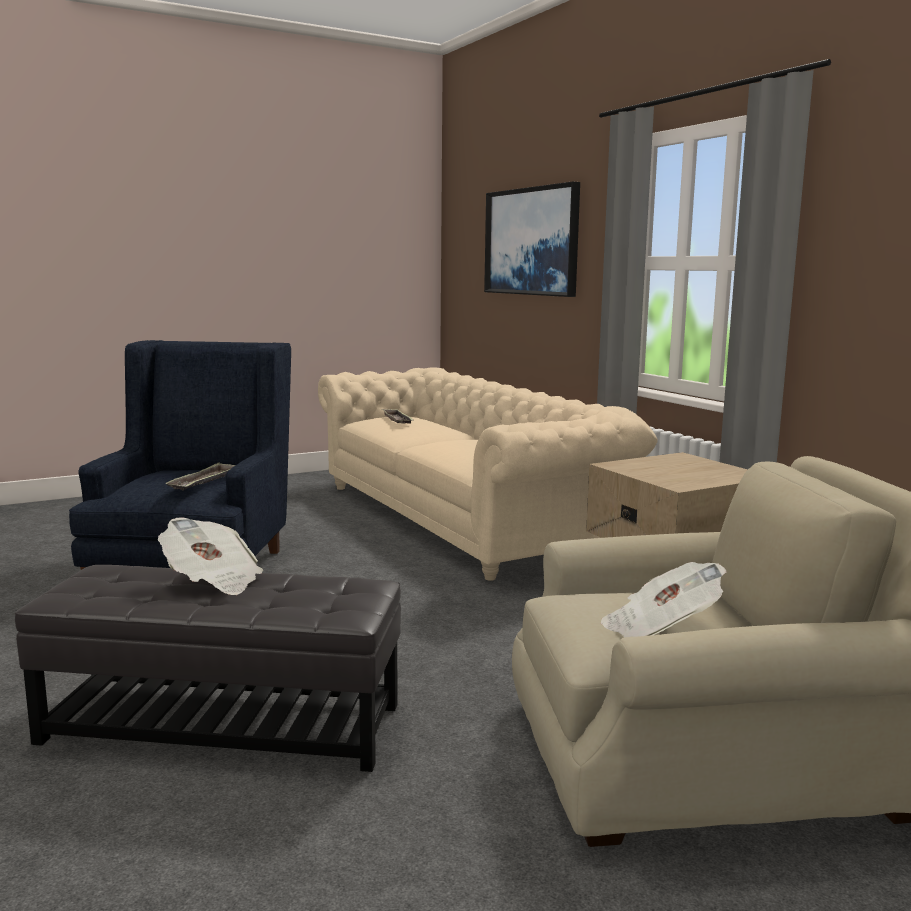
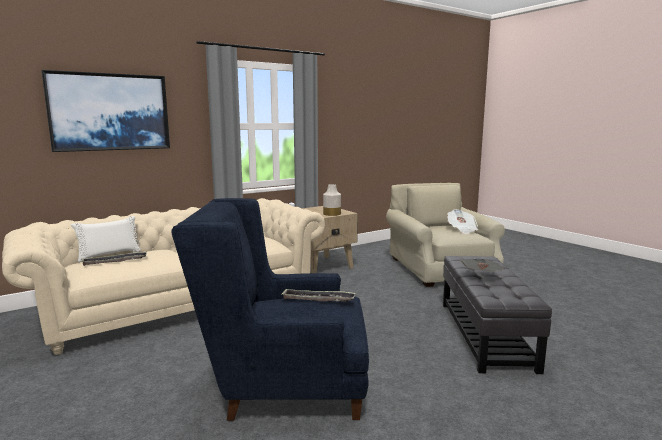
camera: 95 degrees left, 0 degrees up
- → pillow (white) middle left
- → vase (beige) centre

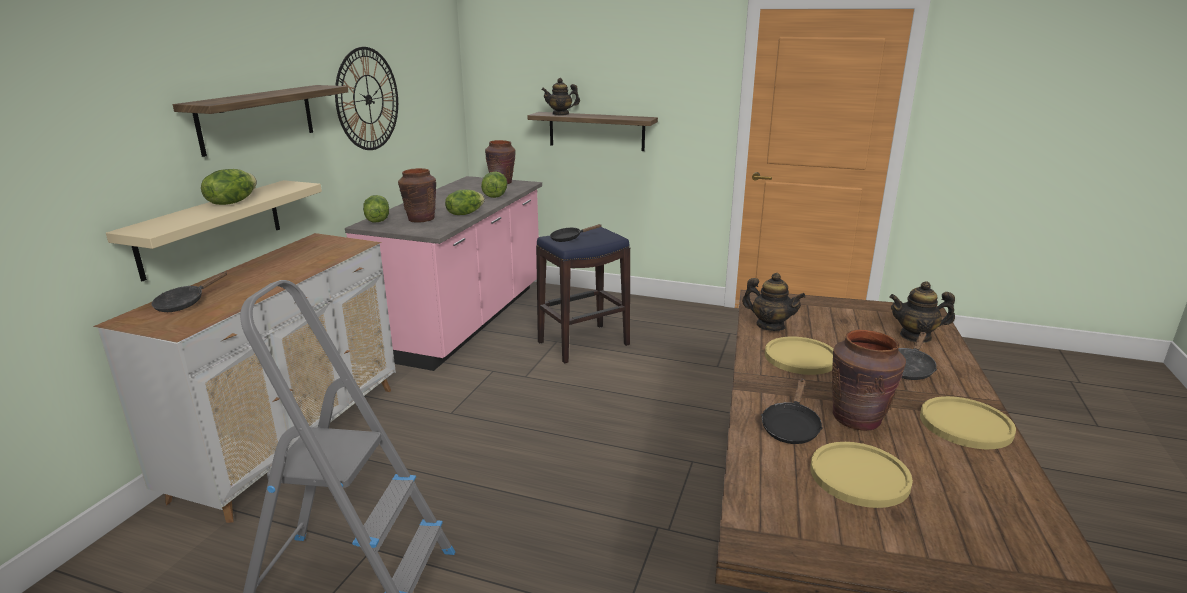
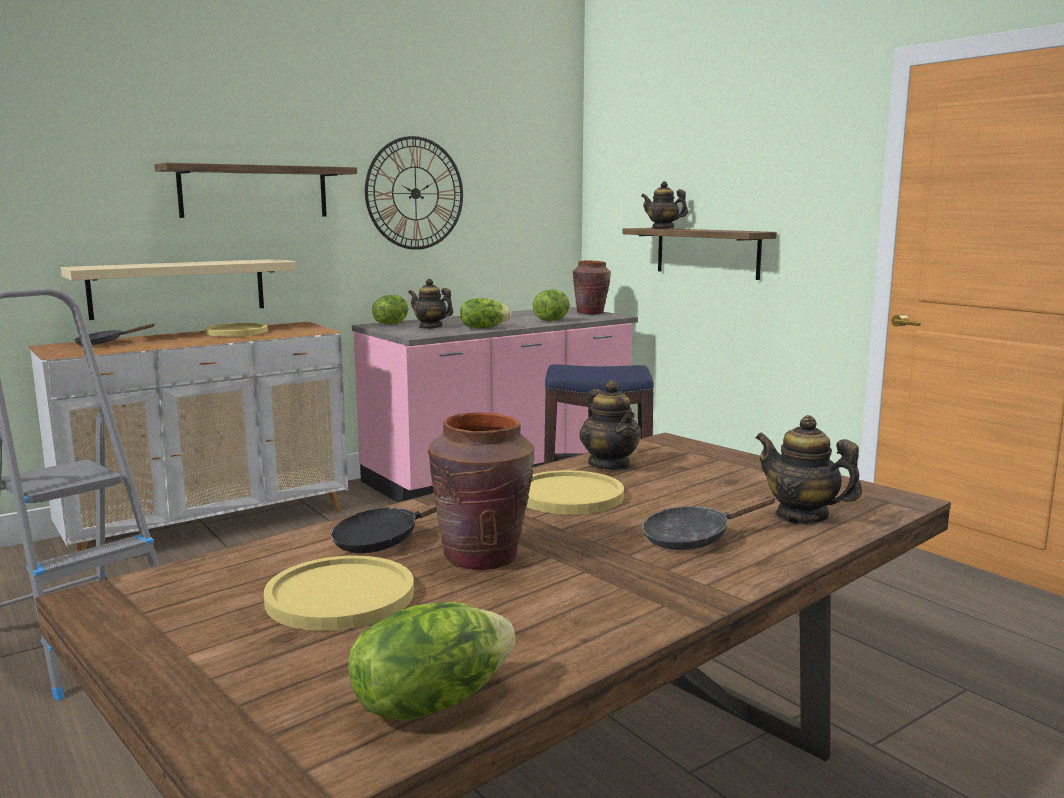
camera: 35 degrees right, 10 degrees down
frying pan (black) (2nd from left) centre → -
lettuce (1st from left in the first image) top left → lettuce (2nd from left) bottom centre, moved
plate (yellow) (3rd from left in the first image) bottom right → plate (yellow) (1st from left) middle left, moved
vase (brown) (1st from left) top centre → teapot (1st from left) centre

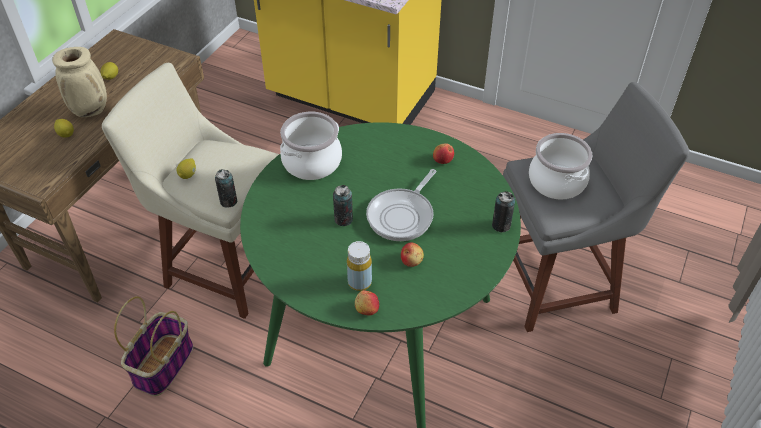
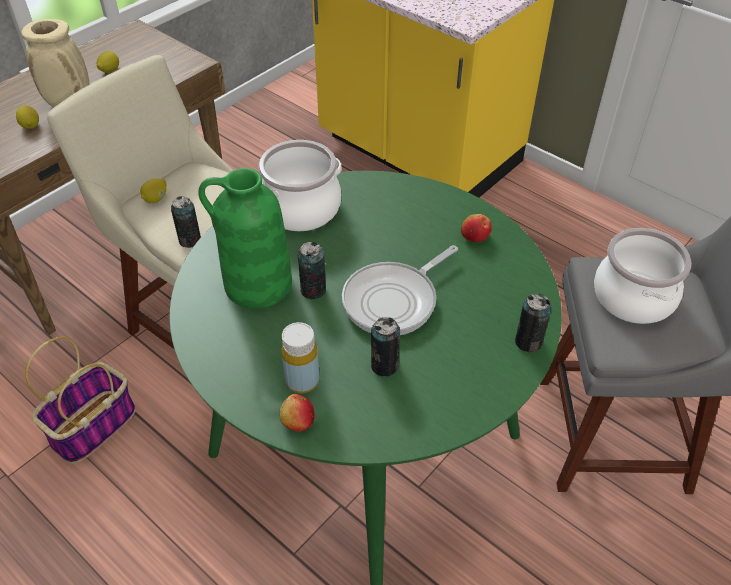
camera: 15 degrees right, 0 degrees up
- → vase (green) centre
apple (2nd from left) centre → can (3rd from left) centre

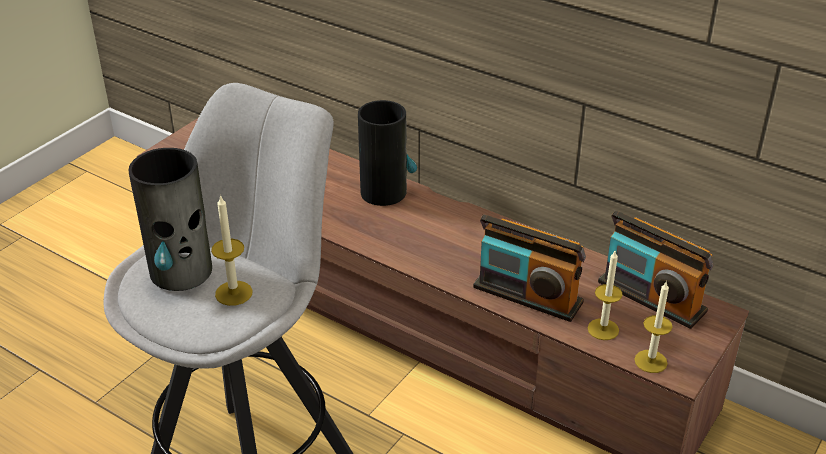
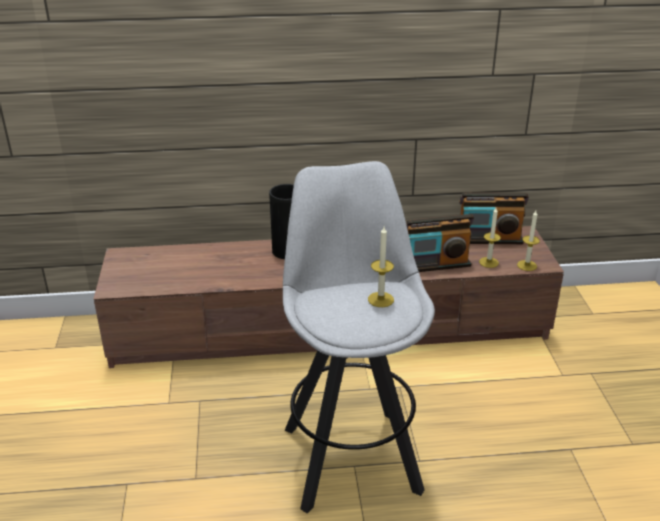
camera: 40 degrees left, 5 degrees down
vase (1st from left) middle left → -

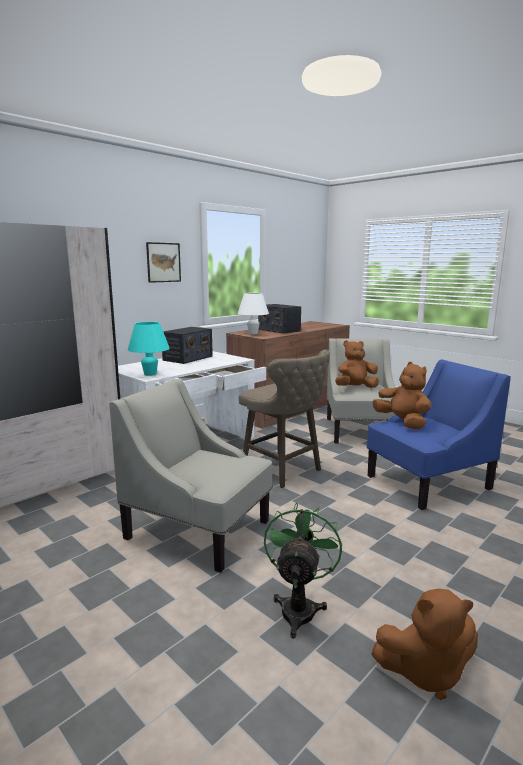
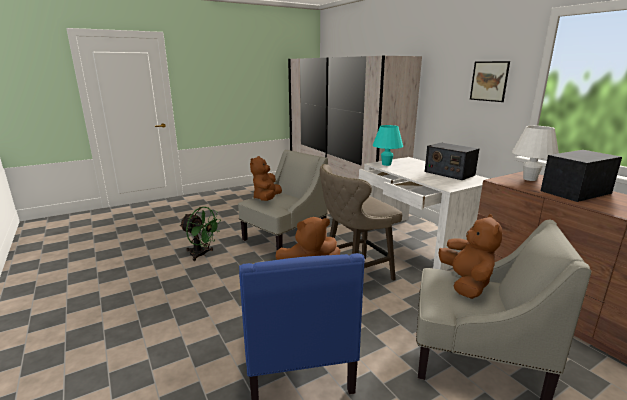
camera: 105 degrees right, 5 degrees up
plush toy (brown) (3rd from left in the first image) bottom right → plush toy (brown) (1st from left) centre, moved

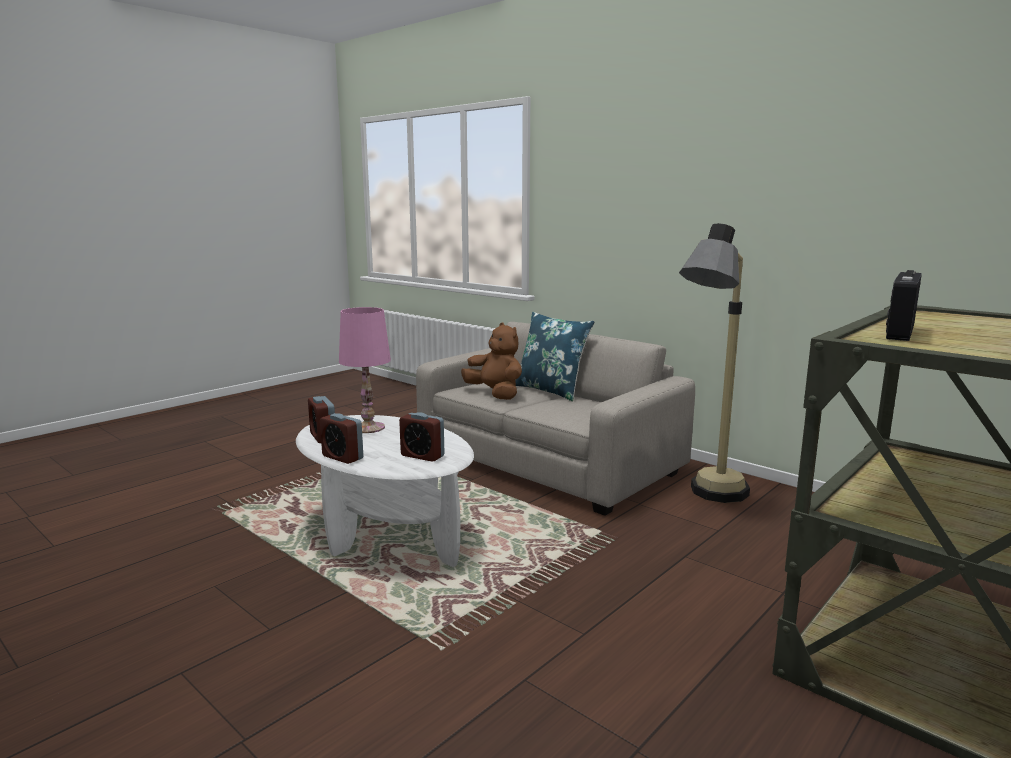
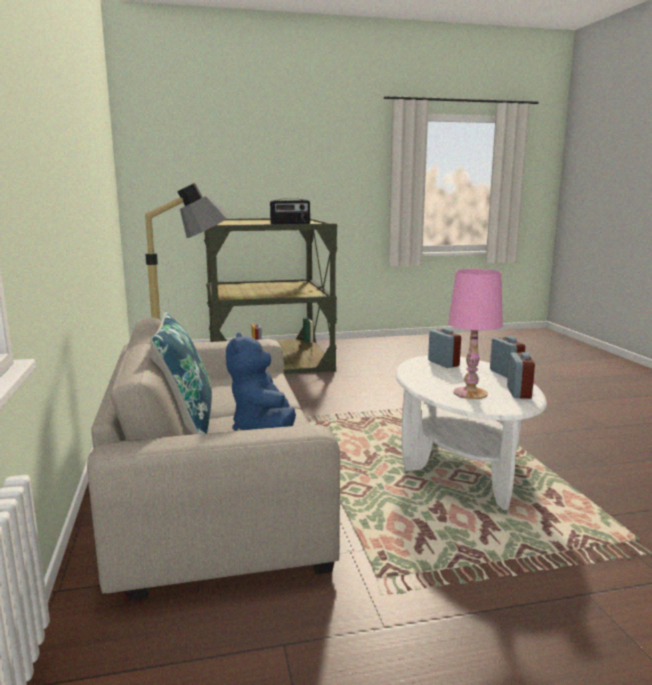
camera: 145 degrees left, 0 degrees up
plush toy (brown) centre → plush toy (blue) centre

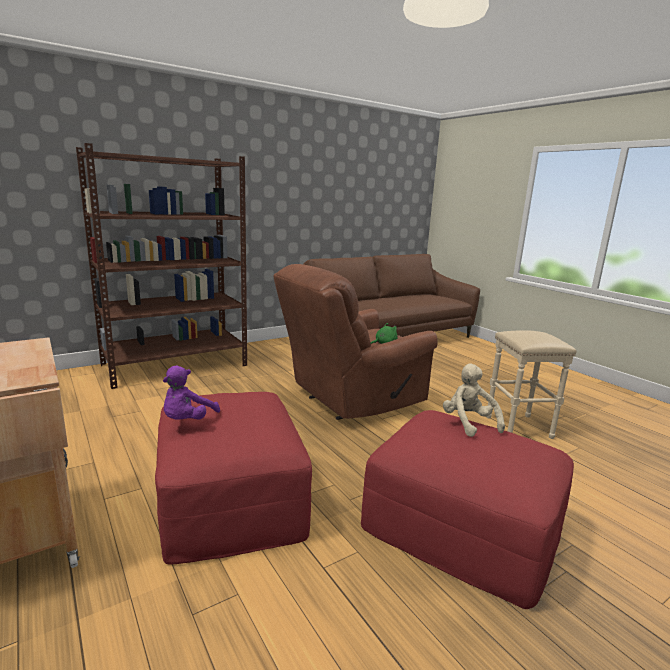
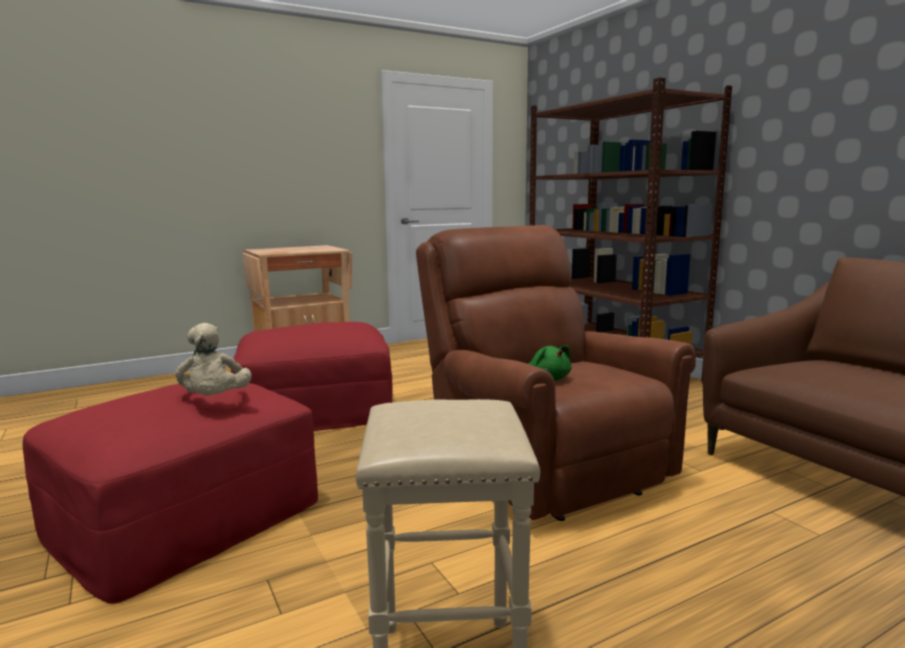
camera: 95 degrees right, 5 degrees down
plush toy (purple) middle left → -
plush toy (beige) middle right → plush toy (beige) middle left, 90 degrees clockwise

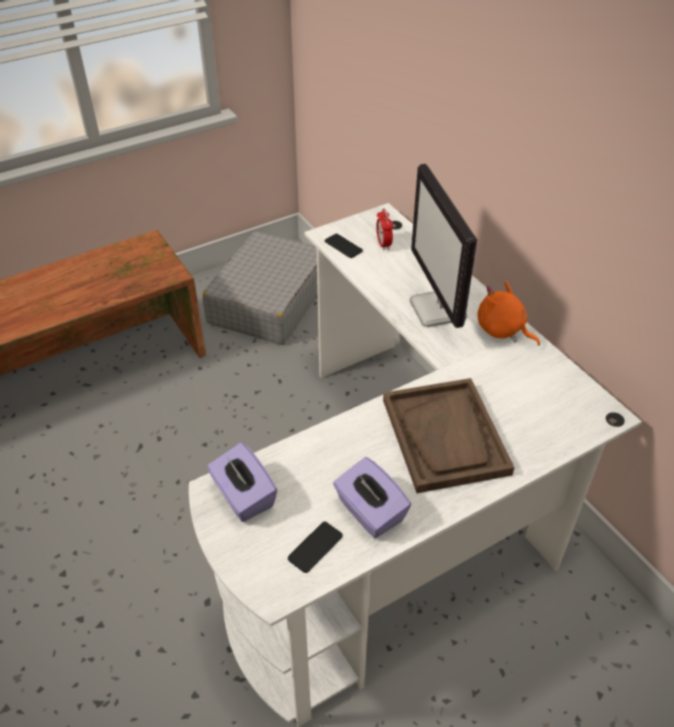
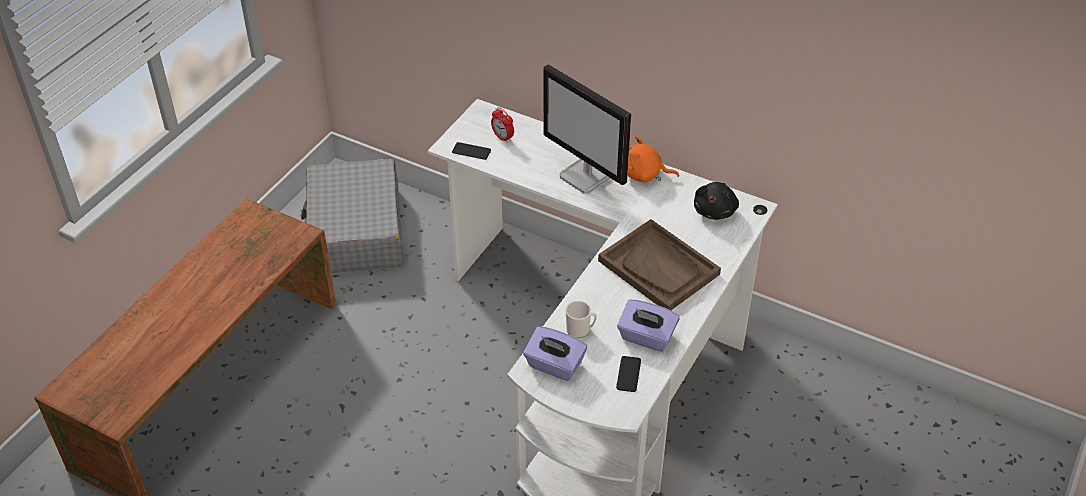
camera: 30 degrees left, 0 degrees up
- → mug centre
- → plush toy (black) centre

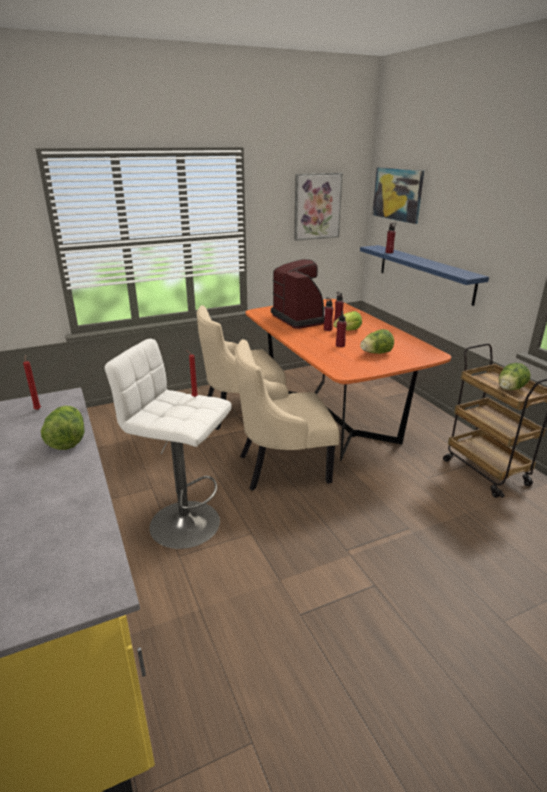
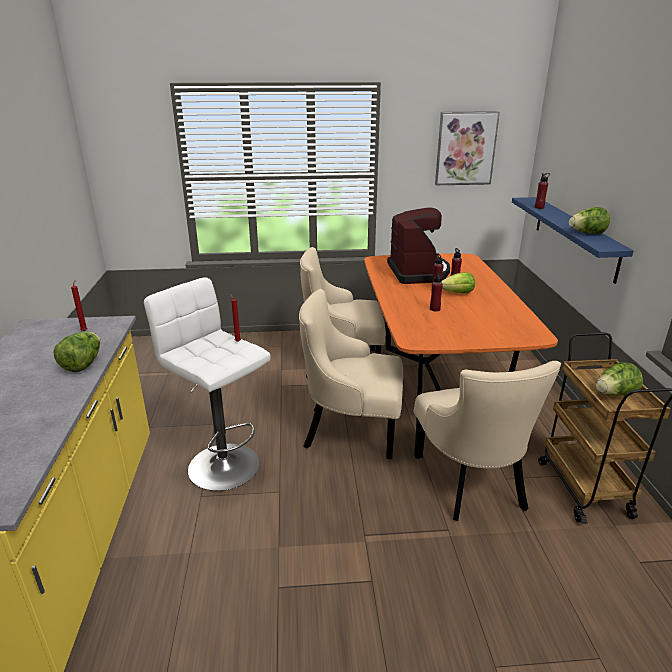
camera: 20 degrees right, 0 degrees up
picture (2nd from left) top right → -
- → chair (beige) (3rd from left) middle right
lettuce (3rd from left) middle right → lettuce (3rd from left) top right, moved

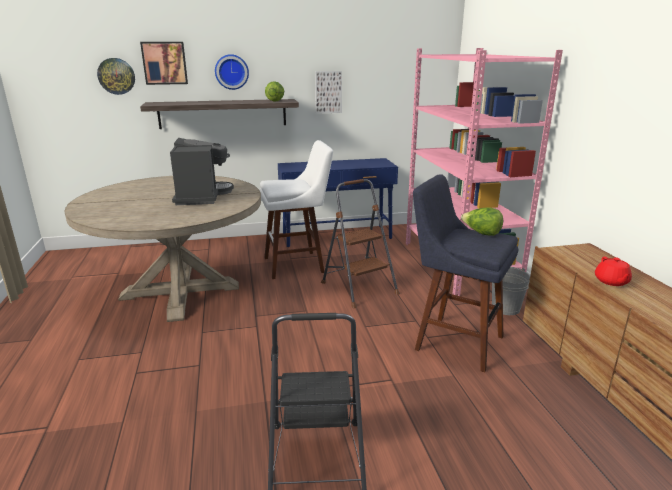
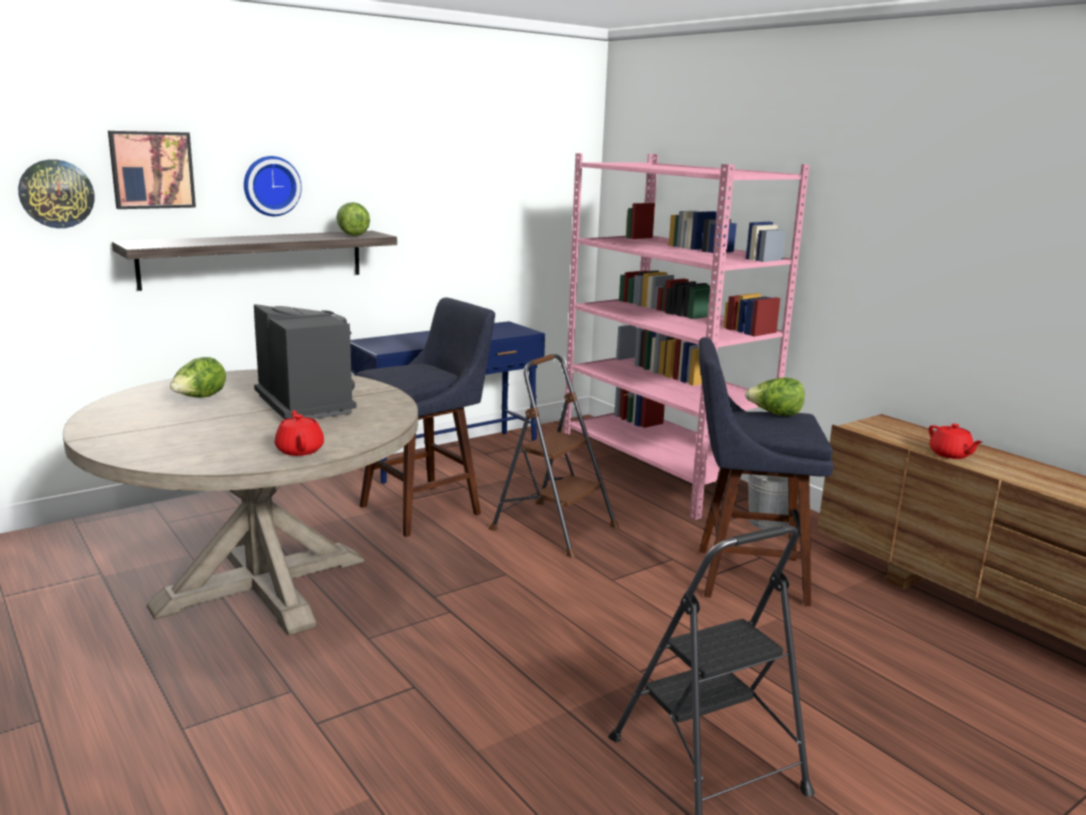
camera: 25 degrees left, 5 degrees down
picture (2nd from left) top centre → -
- → lettuce (1st from left) middle left
- → teapot (red) (1st from left) middle left
stool (white) centre → stool (blue) (1st from left) centre

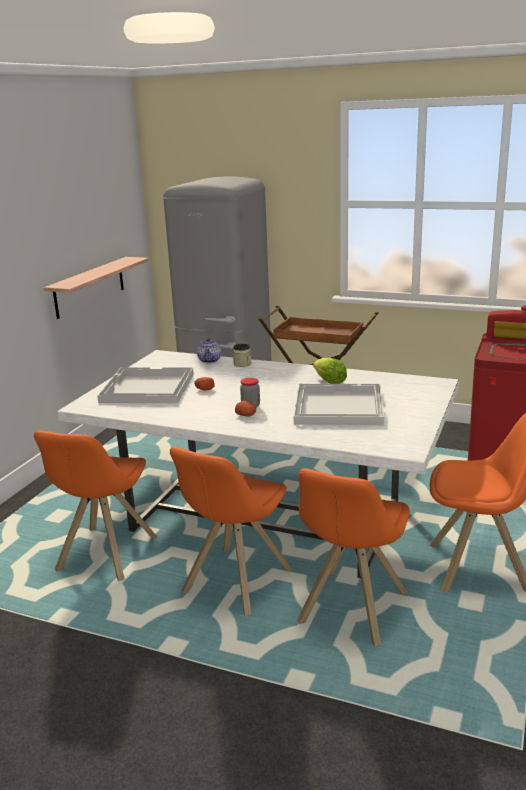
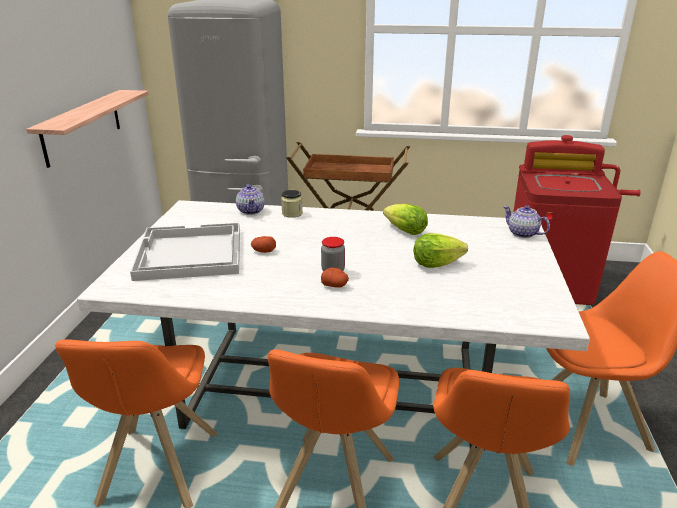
camera: 15 degrees left, 5 degrees up
- → teapot (2nd from left) middle right
tray (white) (2nd from left) centre → lettuce (2nd from left) centre

